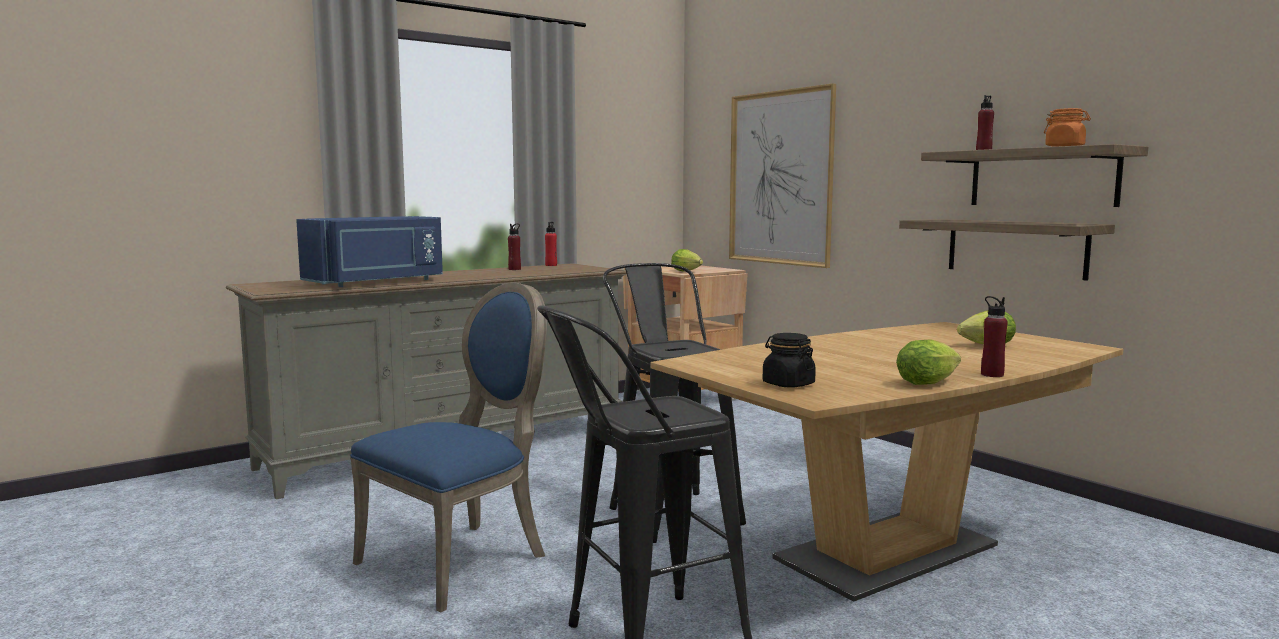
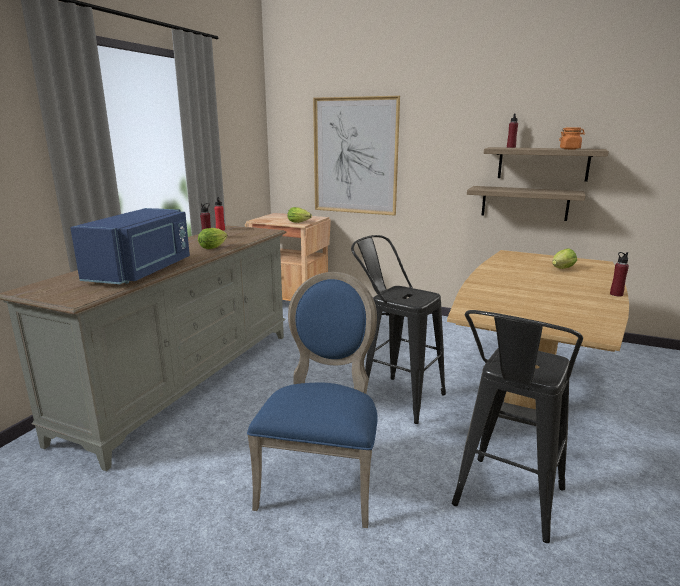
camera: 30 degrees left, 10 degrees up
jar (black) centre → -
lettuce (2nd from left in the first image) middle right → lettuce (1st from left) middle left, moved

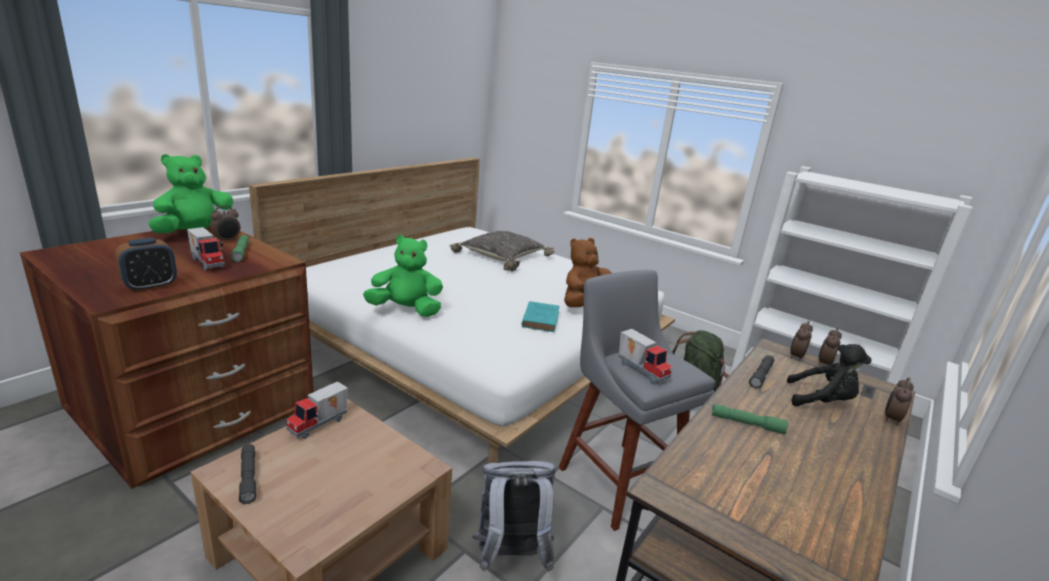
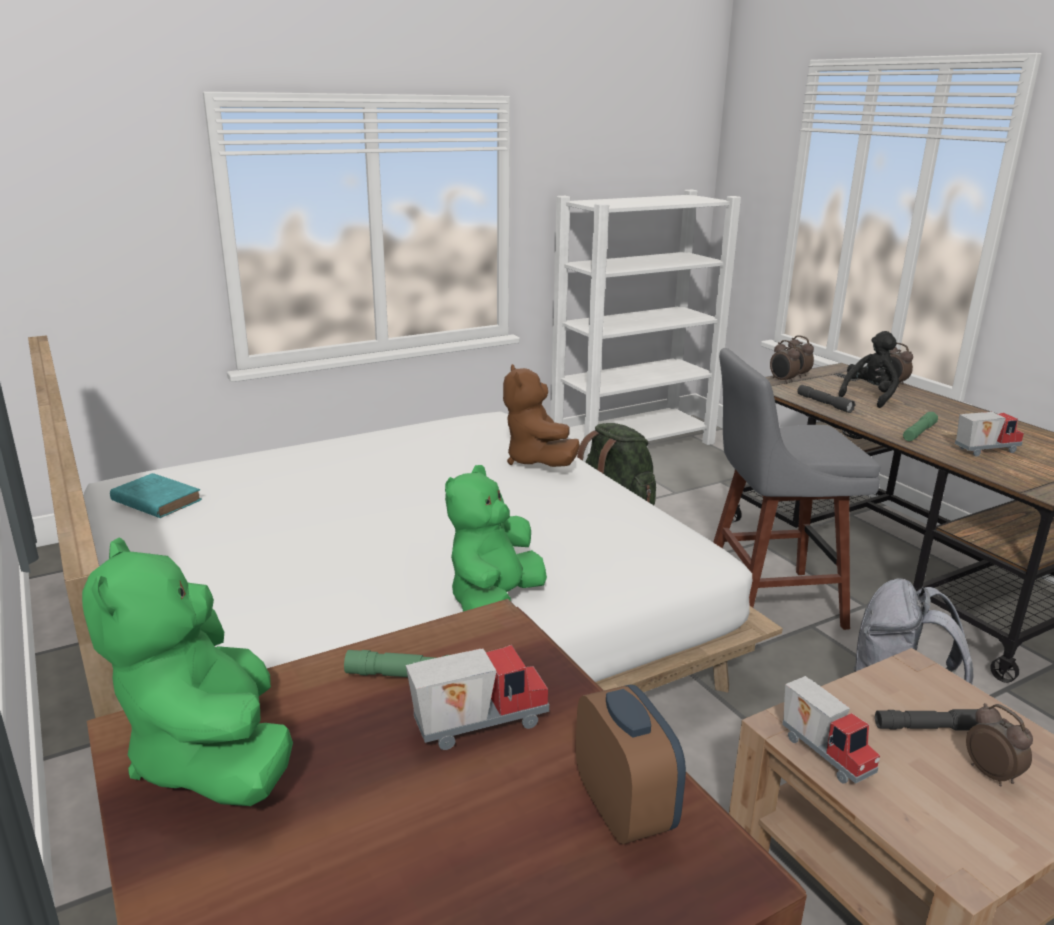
camera: 65 degrees left, 0 degrees up
pillow centre → -
alarm clock (2nd from left in the first image) middle left → alarm clock (5th from left) bottom right, moved
flashlight (grey) (1st from left in the first image) bottom left → flashlight (grey) (2nd from left) bottom right, moved
book (turquoise) centre → book (turquoise) middle left, moved
toy truck (3rd from left) centre → toy truck (3rd from left) middle right, moved

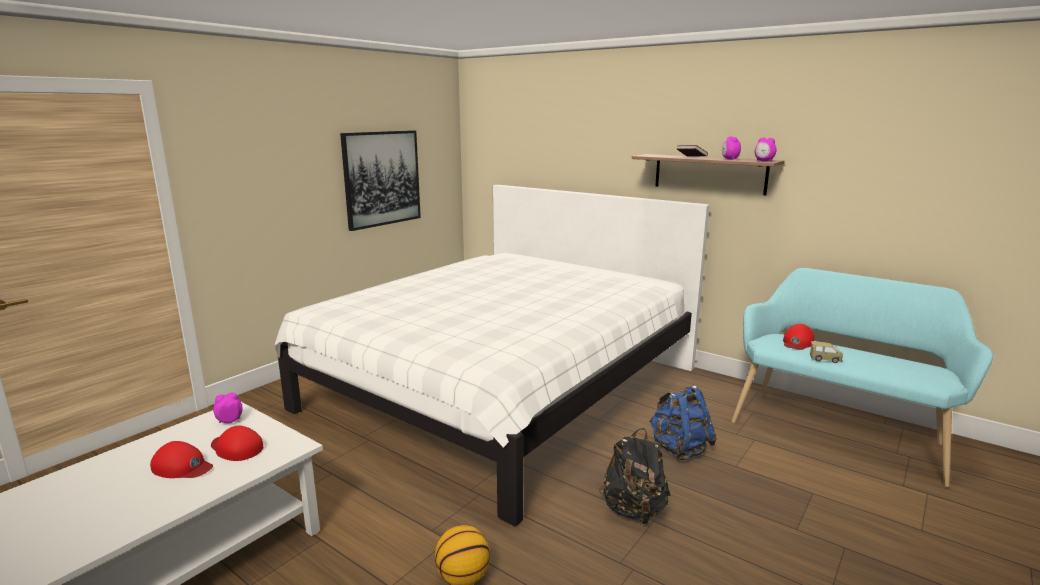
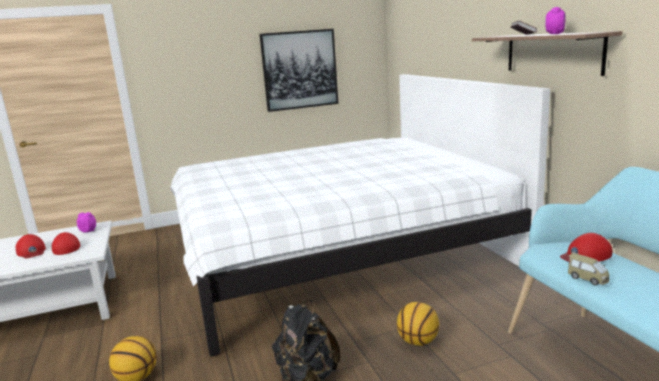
camera: 35 degrees right, 0 degrees up
alarm clock (3rd from left) top right → -
backpack (blue) bottom centre → basketball (2nd from left) bottom centre

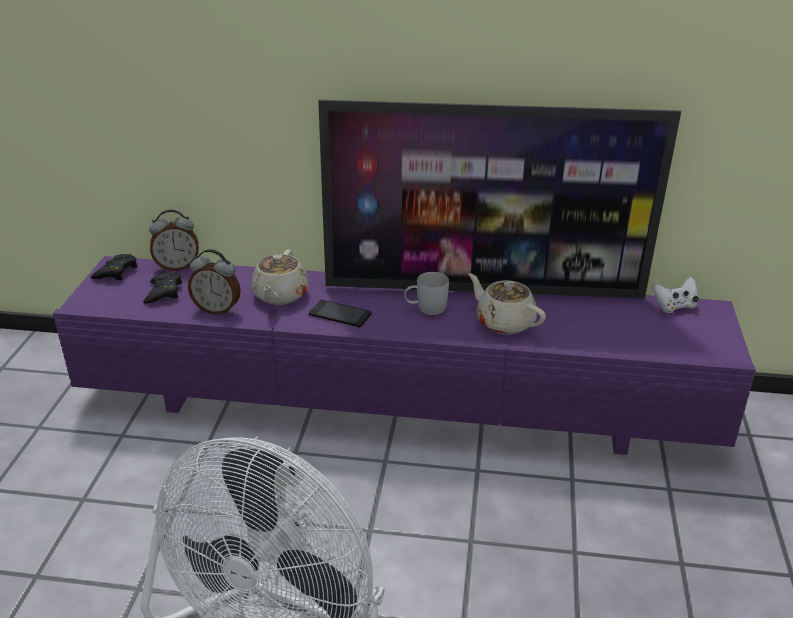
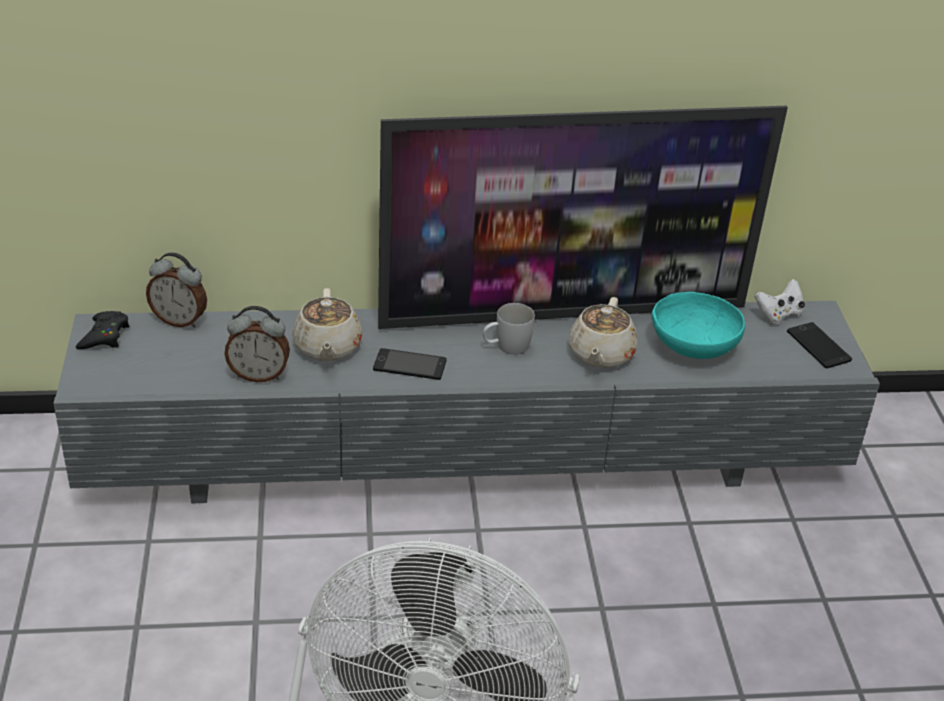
camera: 15 degrees left, 5 degrees up
game controller (black) (2nd from left) middle left → -
- → bowl (turquoise) middle right
- → phone (2nd from left) middle right
tv stand (purple) centre → tv stand (grey) centre
alarm clock (1st from left) middle left, 45 degrees clockwise
teapot (beige) (2nd from left) centre, 105 degrees counterclockwise

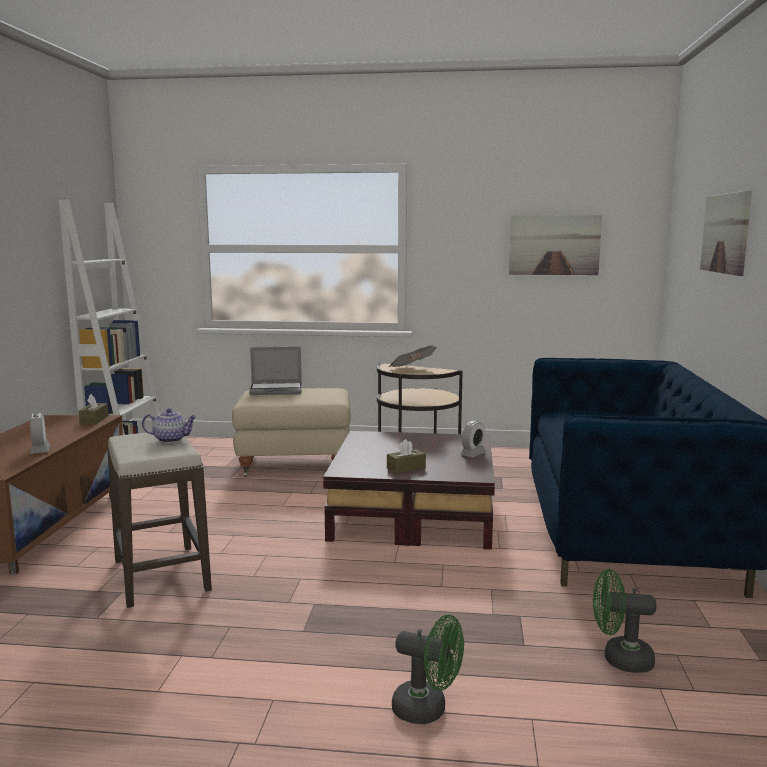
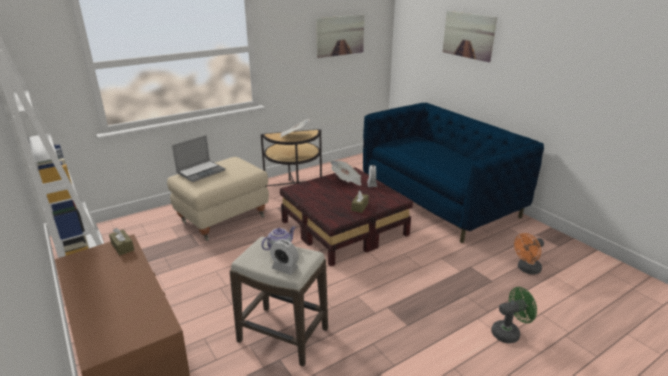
camera: 40 degrees left, 15 degrees up
- → newspaper (2nd from left) centre
alarm clock (1st from left) middle left → alarm clock (1st from left) bottom centre, moved
fan (green) (2nd from left) bottom right → fan (orange) bottom right

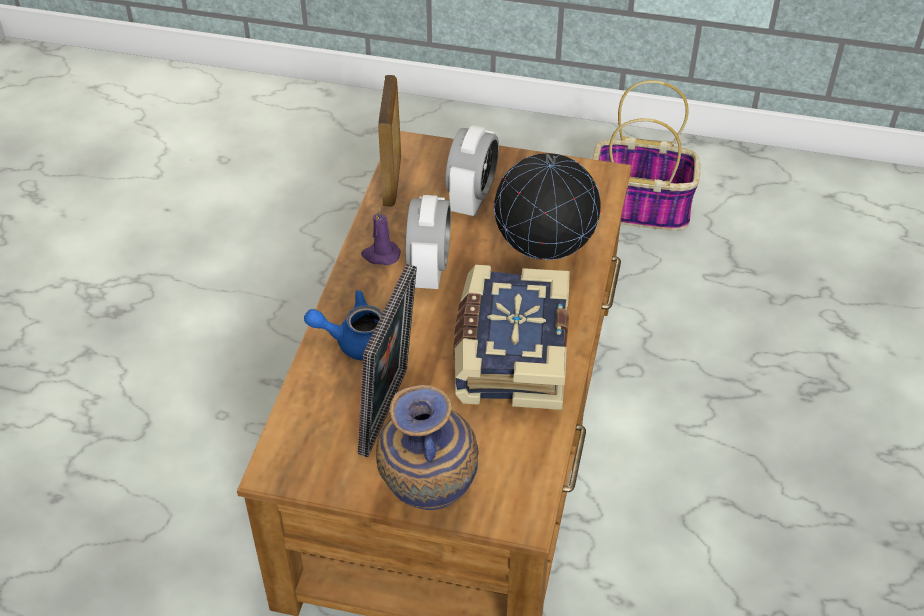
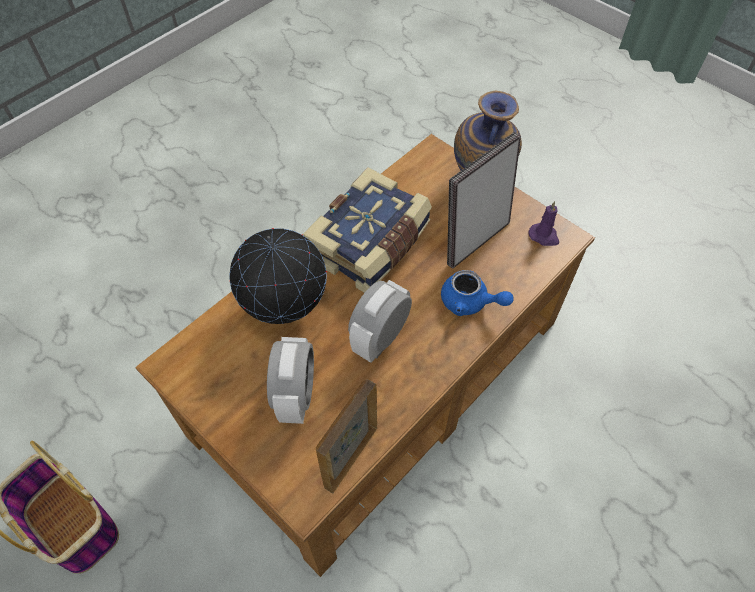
camera: 150 degrees left, 10 degrees up
candle (purple) centre → candle (purple) middle right, moved
alarm clock (2nd from left in the first image) top centre → alarm clock (1st from left) centre, 135 degrees clockwise

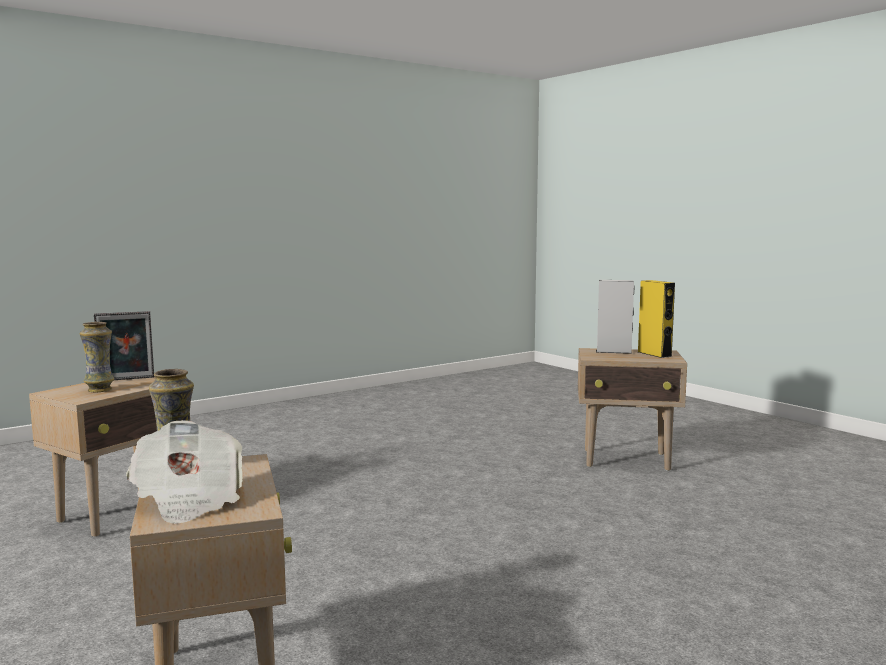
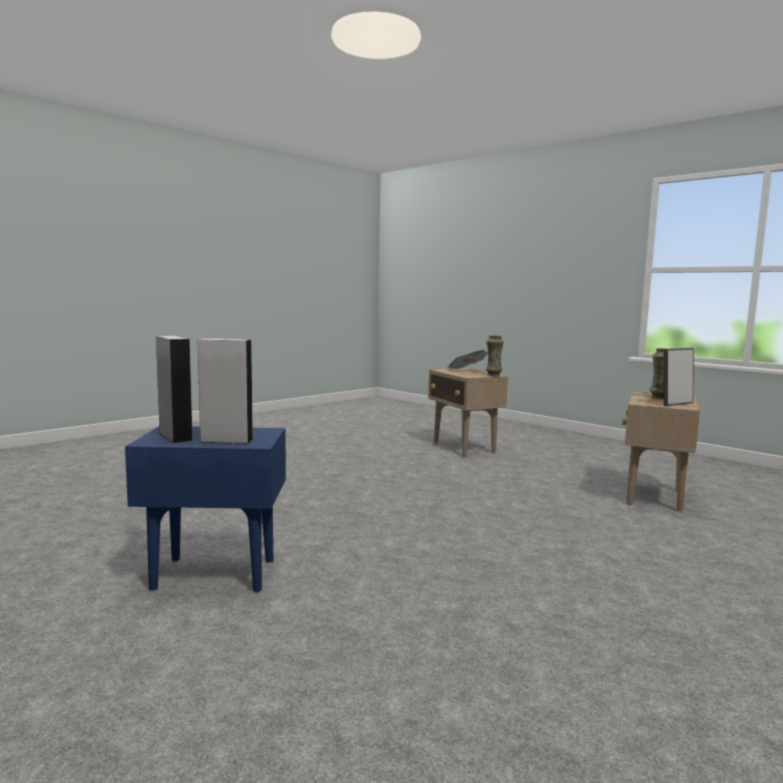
camera: 170 degrees right, 0 degrees up
side table (beige) (3rd from left) middle right → side table (blue) middle left
speaker (yellow) middle right → speaker (grey) (1st from left) middle left

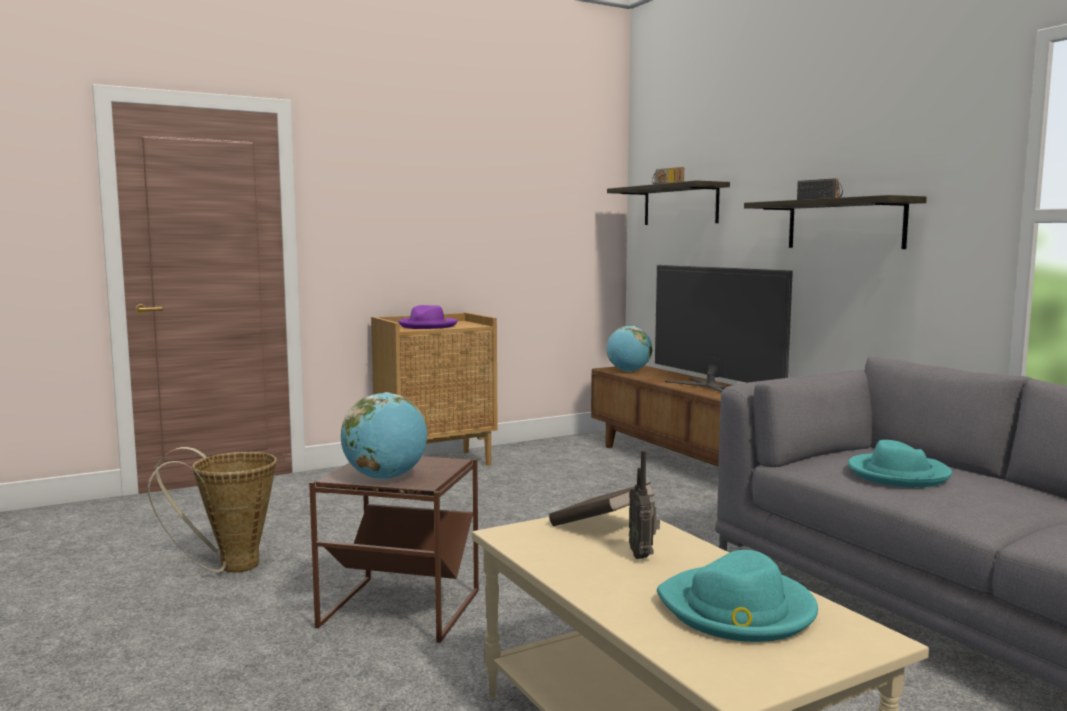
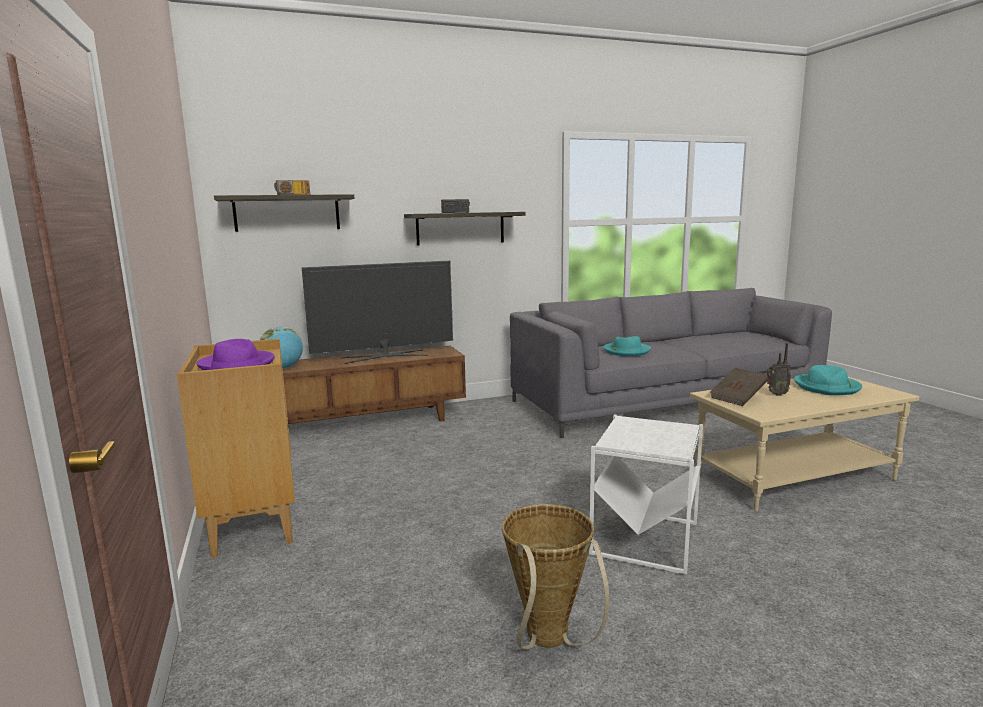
camera: 80 degrees left, 5 degrees up
globe (1st from left) centre → -
side table (brown) bottom centre → side table (white) bottom centre

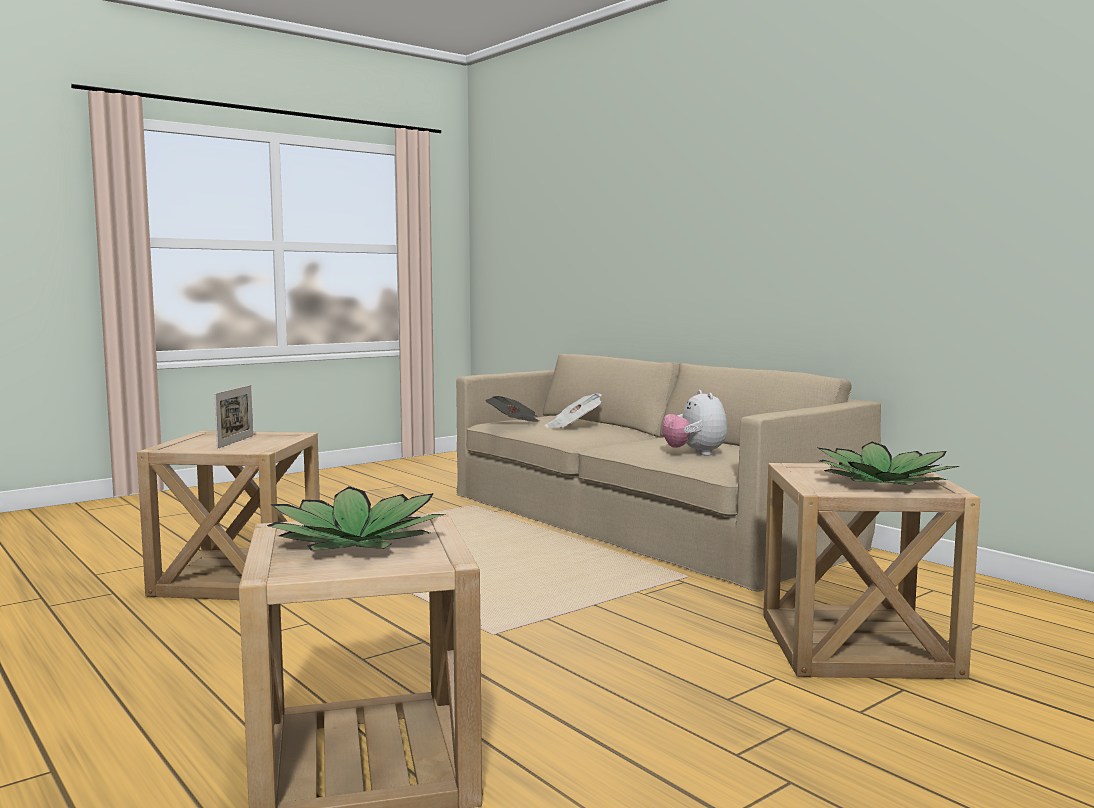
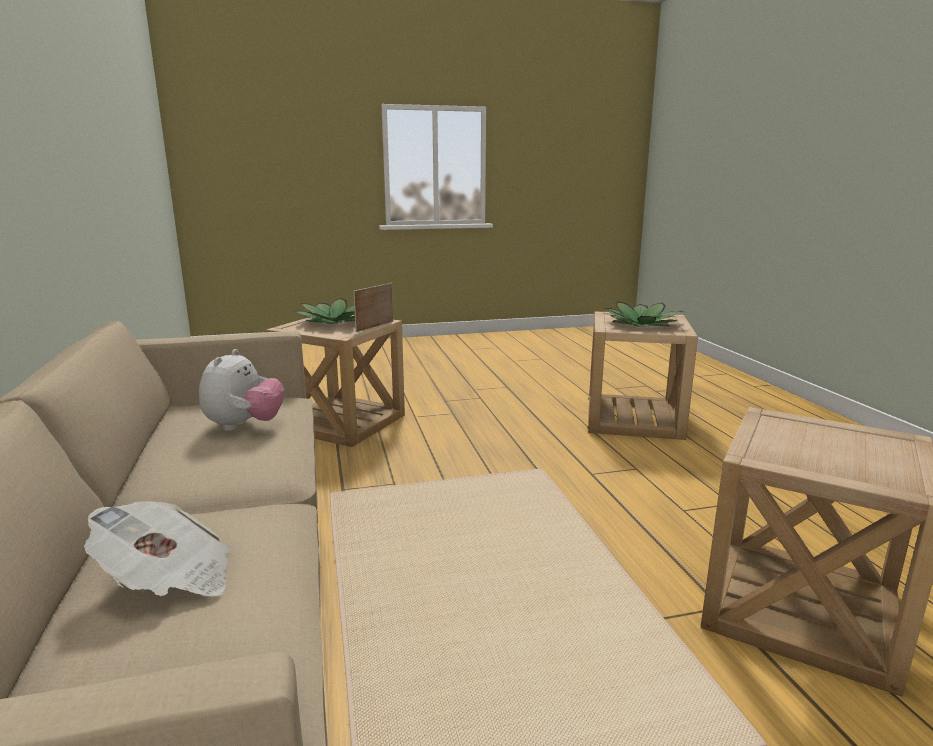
camera: 155 degrees left, 10 degrees up
newspaper (1st from left) centre → -
picture frame middle left → picture frame centre, moved

